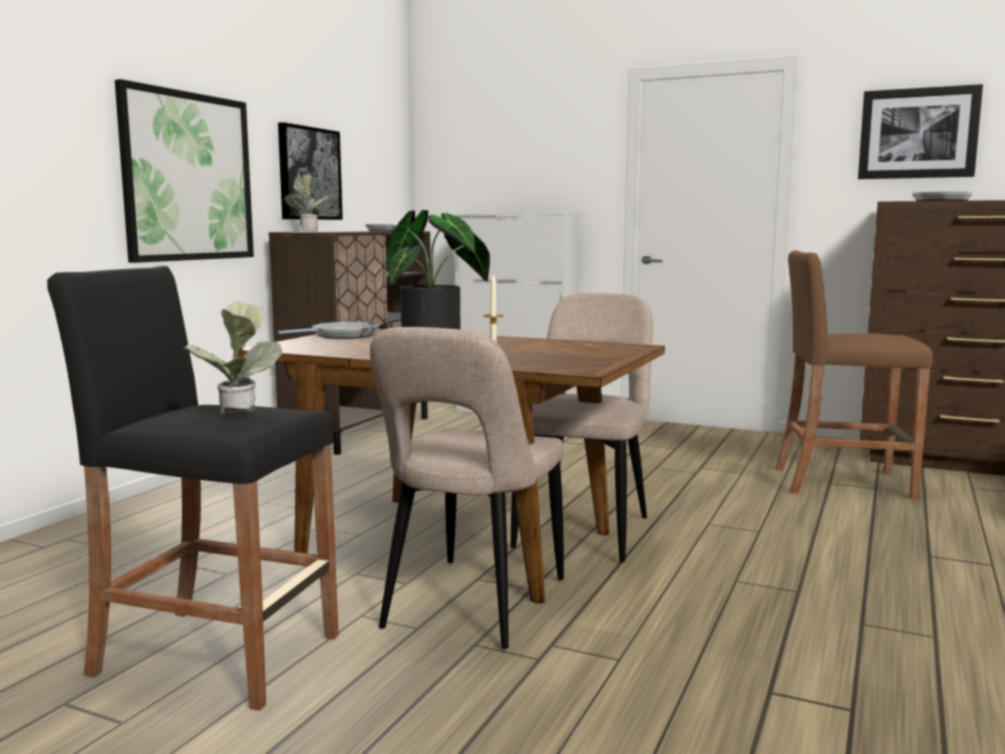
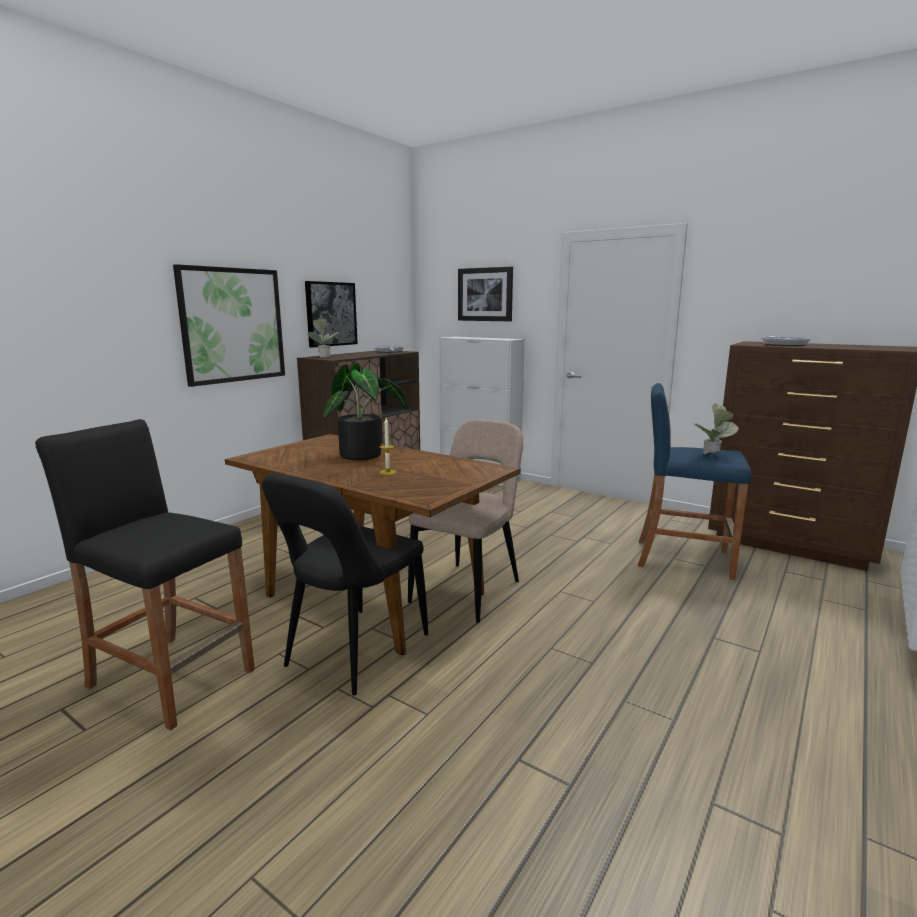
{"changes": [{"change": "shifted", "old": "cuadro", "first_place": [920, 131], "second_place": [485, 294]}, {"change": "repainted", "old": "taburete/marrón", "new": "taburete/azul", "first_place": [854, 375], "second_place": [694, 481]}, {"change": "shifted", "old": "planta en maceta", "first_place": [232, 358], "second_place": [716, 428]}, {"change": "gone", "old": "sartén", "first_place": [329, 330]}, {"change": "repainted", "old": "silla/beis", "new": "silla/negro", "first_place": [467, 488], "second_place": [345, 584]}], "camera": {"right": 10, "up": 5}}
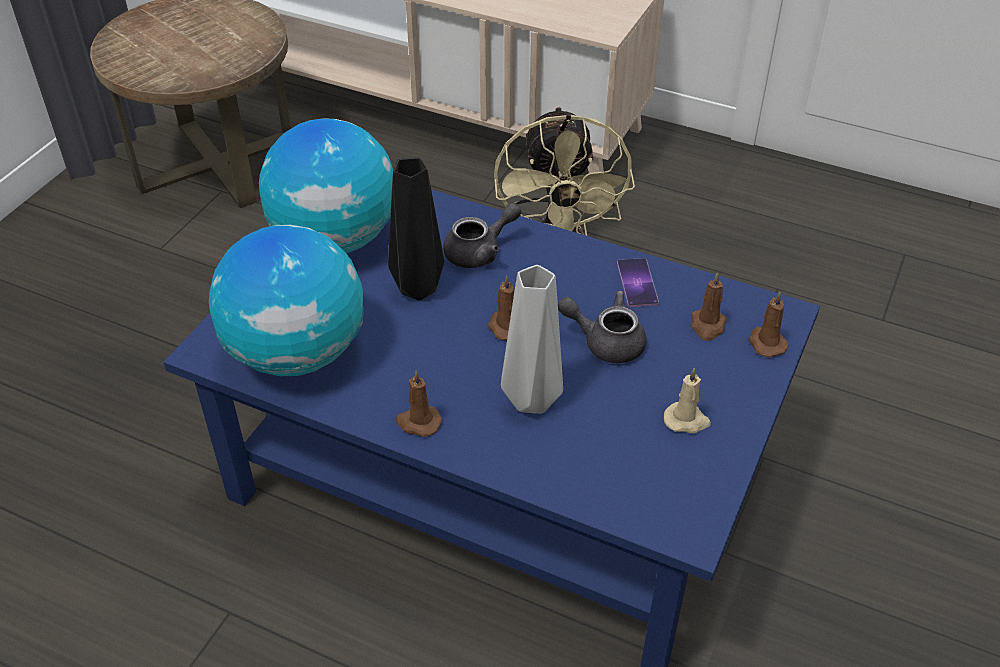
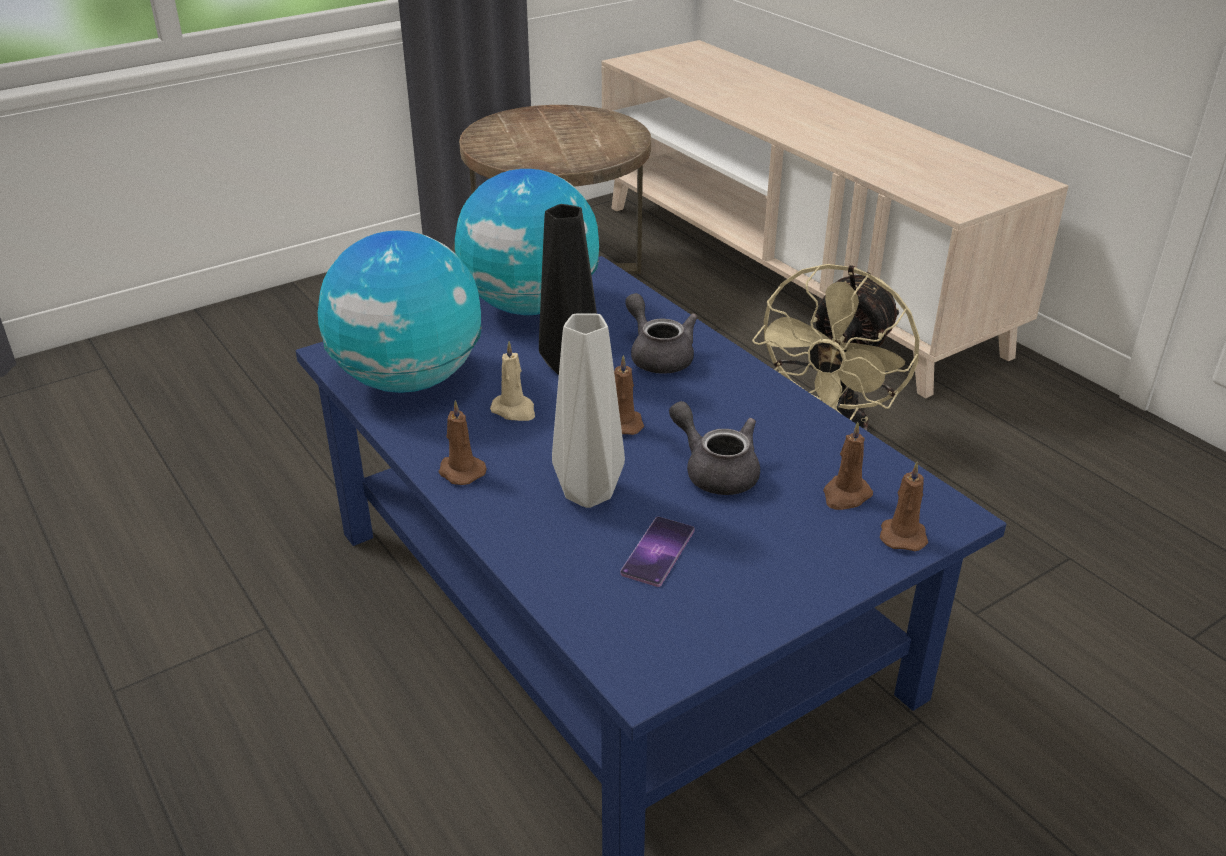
{"changes": [{"change": "rotated", "old": "tetera/gris", "first_place": [482, 235], "second_place": [661, 333], "degrees": -120}, {"change": "shifted", "old": "móvil", "first_place": [638, 282], "second_place": [657, 552]}, {"change": "shifted", "old": "vela/beis", "first_place": [687, 400], "second_place": [512, 381]}], "camera": {"right": 30, "up": -10}}
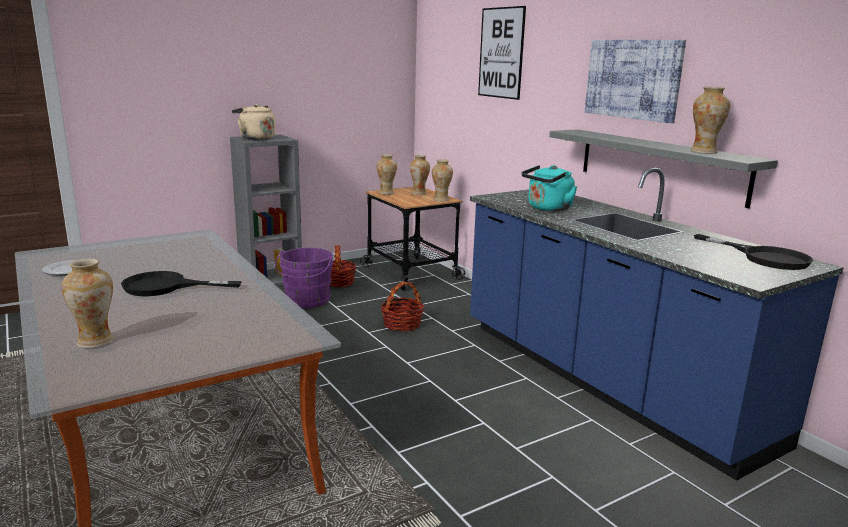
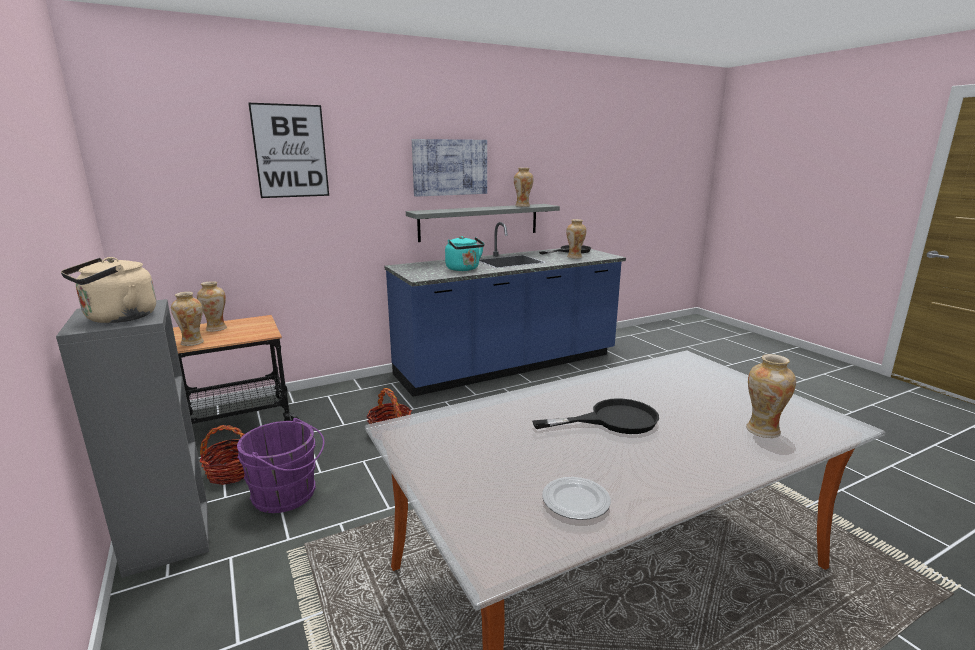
{"changes": [{"change": "shifted", "old": "florero", "first_place": [442, 180], "second_place": [576, 239]}, {"change": "rotated", "old": "sartén/negro", "first_place": [181, 283], "second_place": [595, 416], "degrees": -105}], "camera": {"right": -85, "up": 0}}
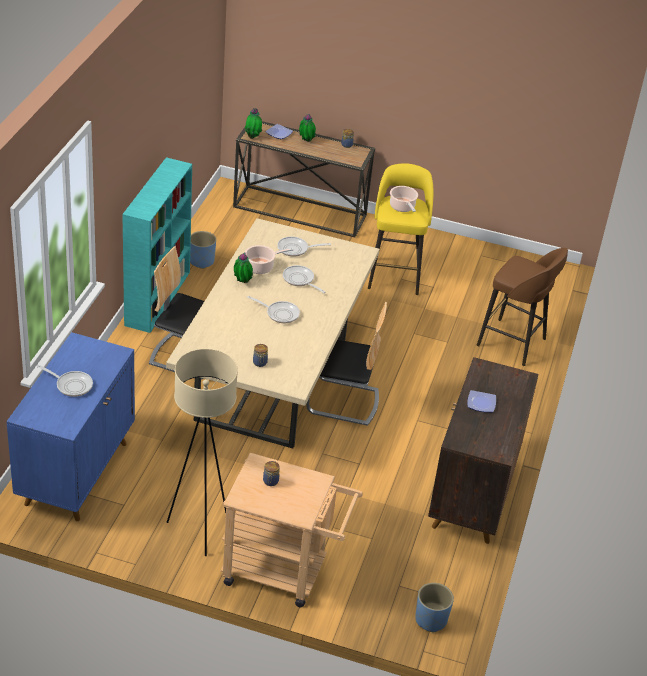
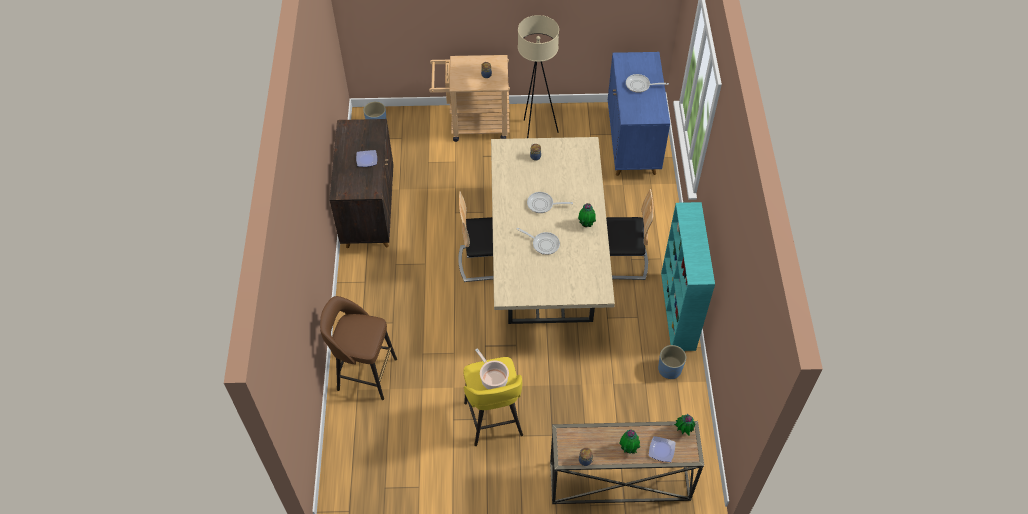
{"changes": [{"change": "gone", "old": "sartén", "first_place": [304, 247]}, {"change": "gone", "old": "olla", "first_place": [269, 259]}], "camera": {"right": 165, "up": 15}}
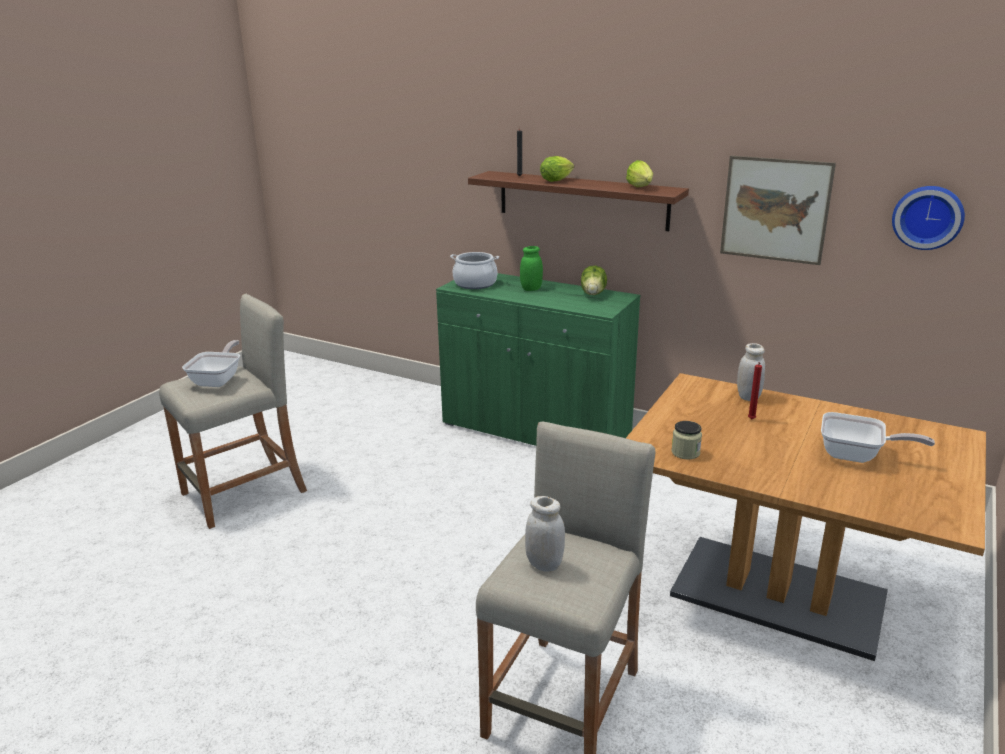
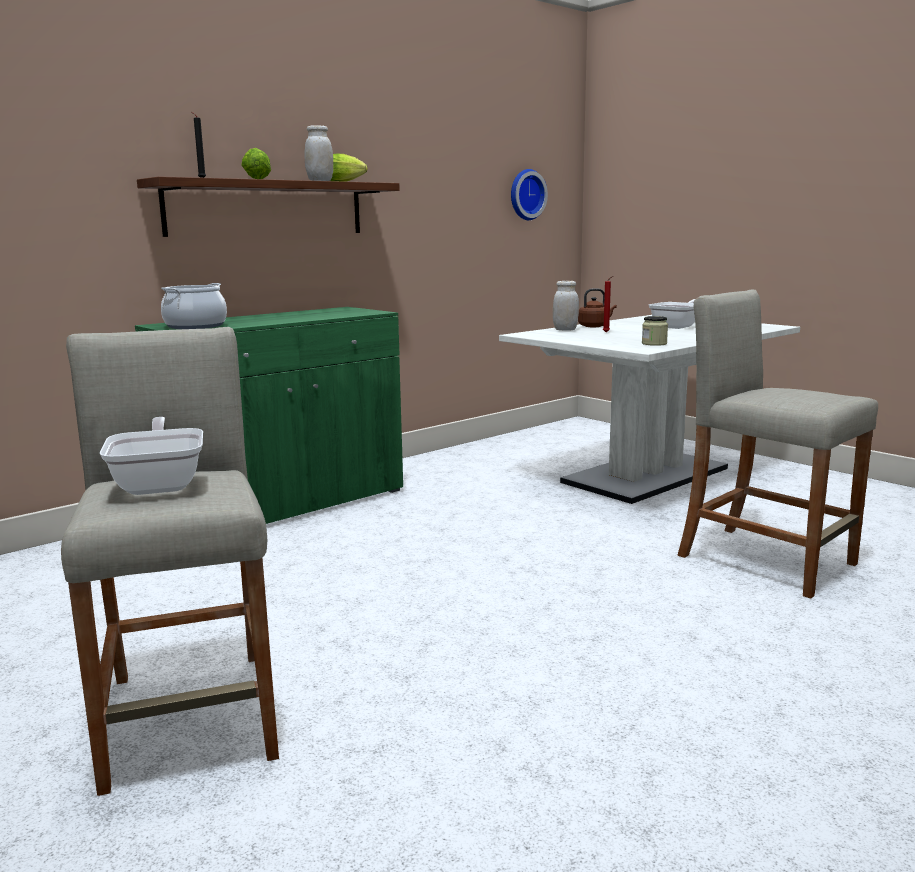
{"changes": [{"change": "gone", "old": "cuadro", "first_place": [778, 210]}, {"change": "gone", "old": "tarro/verde", "first_place": [531, 268]}, {"change": "gone", "old": "lechuga", "first_place": [594, 280]}, {"change": "rotated", "old": "sartén", "first_place": [211, 363], "second_place": [151, 456], "degrees": 45}, {"change": "repainted", "old": "mesa de comedor/marrón", "new": "mesa de comedor/blanco", "first_place": [806, 517], "second_place": [649, 409]}, {"change": "shifted", "old": "tarro/blanco", "first_place": [545, 534], "second_place": [319, 153]}, {"change": "new", "new": "hervidor/marrón", "second_place": [597, 307]}], "camera": {"right": -70, "up": -10}}
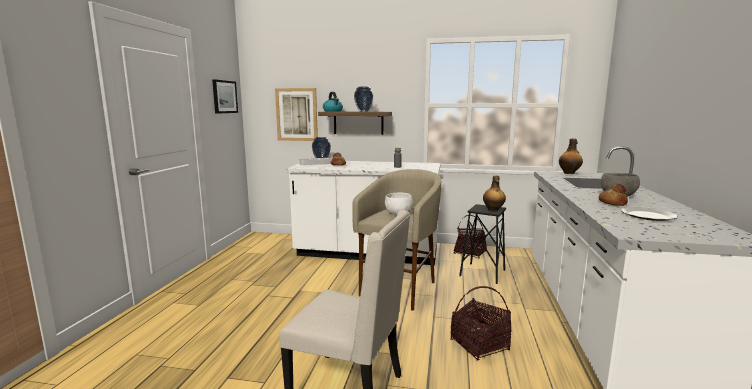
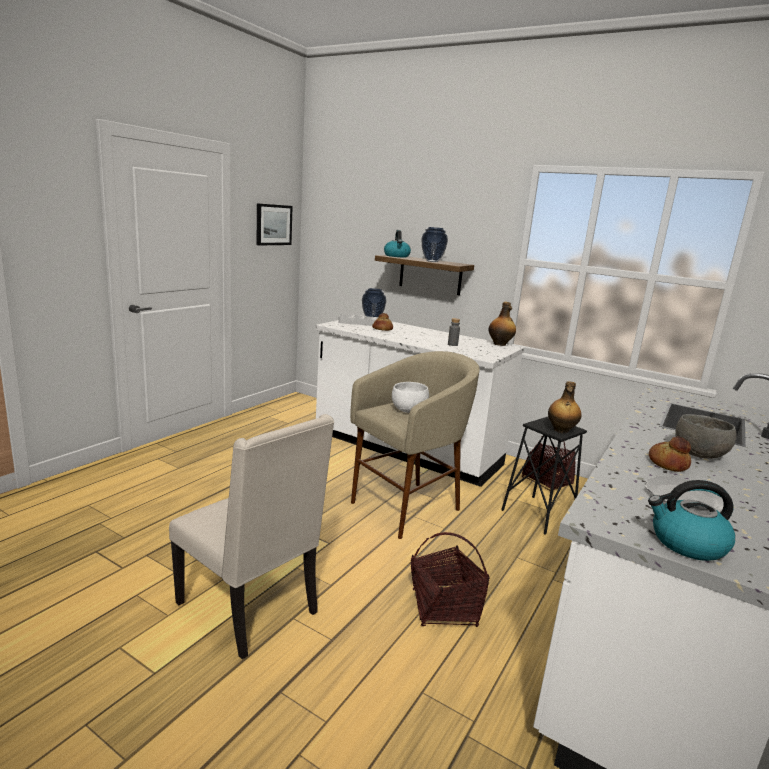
{"changes": [{"change": "gone", "old": "cuadro", "first_place": [296, 114]}, {"change": "shifted", "old": "botella", "first_place": [571, 156], "second_place": [502, 324]}, {"change": "new", "new": "hervidor", "second_place": [691, 520]}], "camera": {"right": 20, "up": 5}}
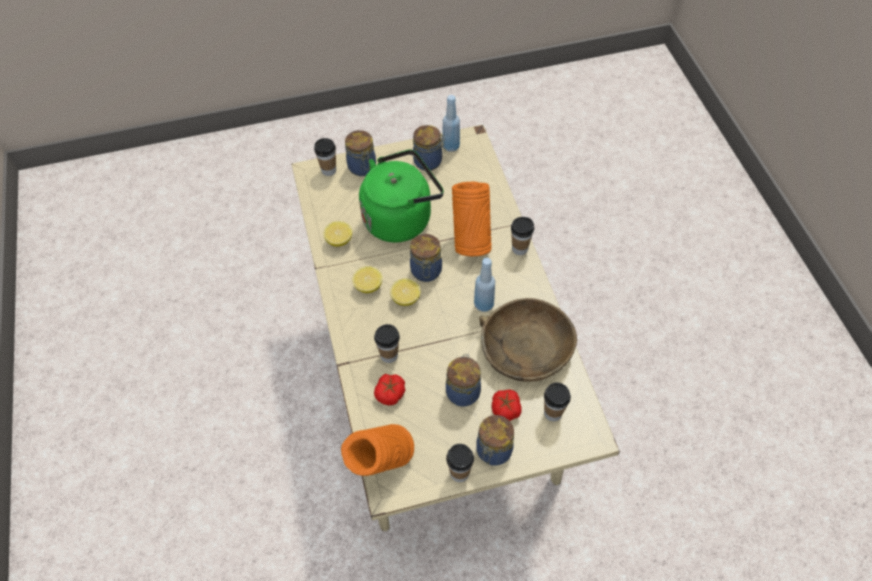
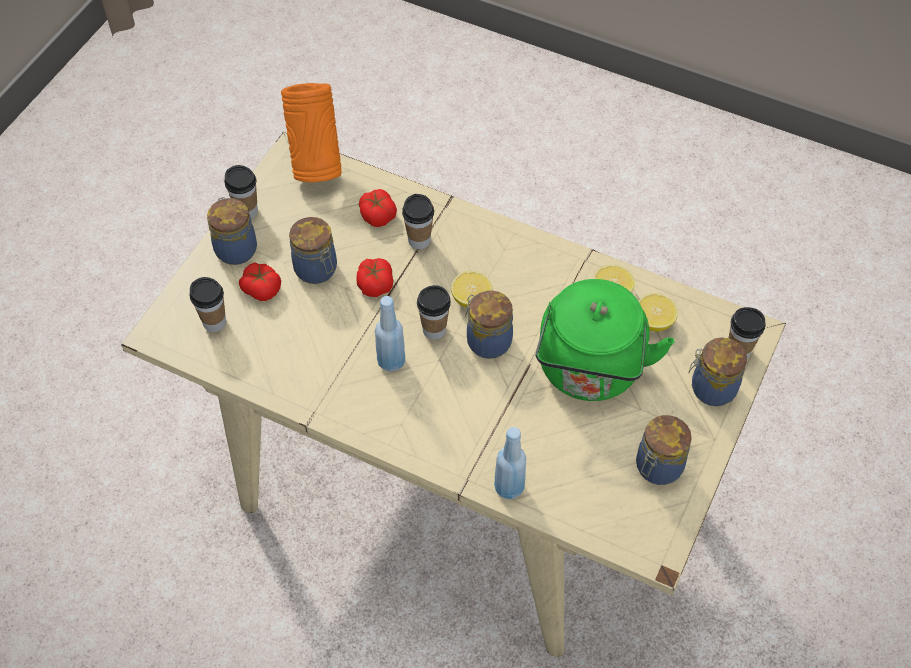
{"changes": [{"change": "shifted", "old": "botella/azul", "first_place": [451, 123], "second_place": [510, 463]}, {"change": "gone", "old": "florero/naranja", "first_place": [472, 219]}, {"change": "shifted", "old": "taza", "first_place": [522, 236], "second_place": [434, 312]}, {"change": "shifted", "old": "limón", "first_place": [367, 279], "second_place": [658, 312]}, {"change": "gone", "old": "cuenco/marrón", "first_place": [528, 340]}, {"change": "new", "new": "tomate", "second_place": [374, 277]}], "camera": {"right": 130, "up": 0}}
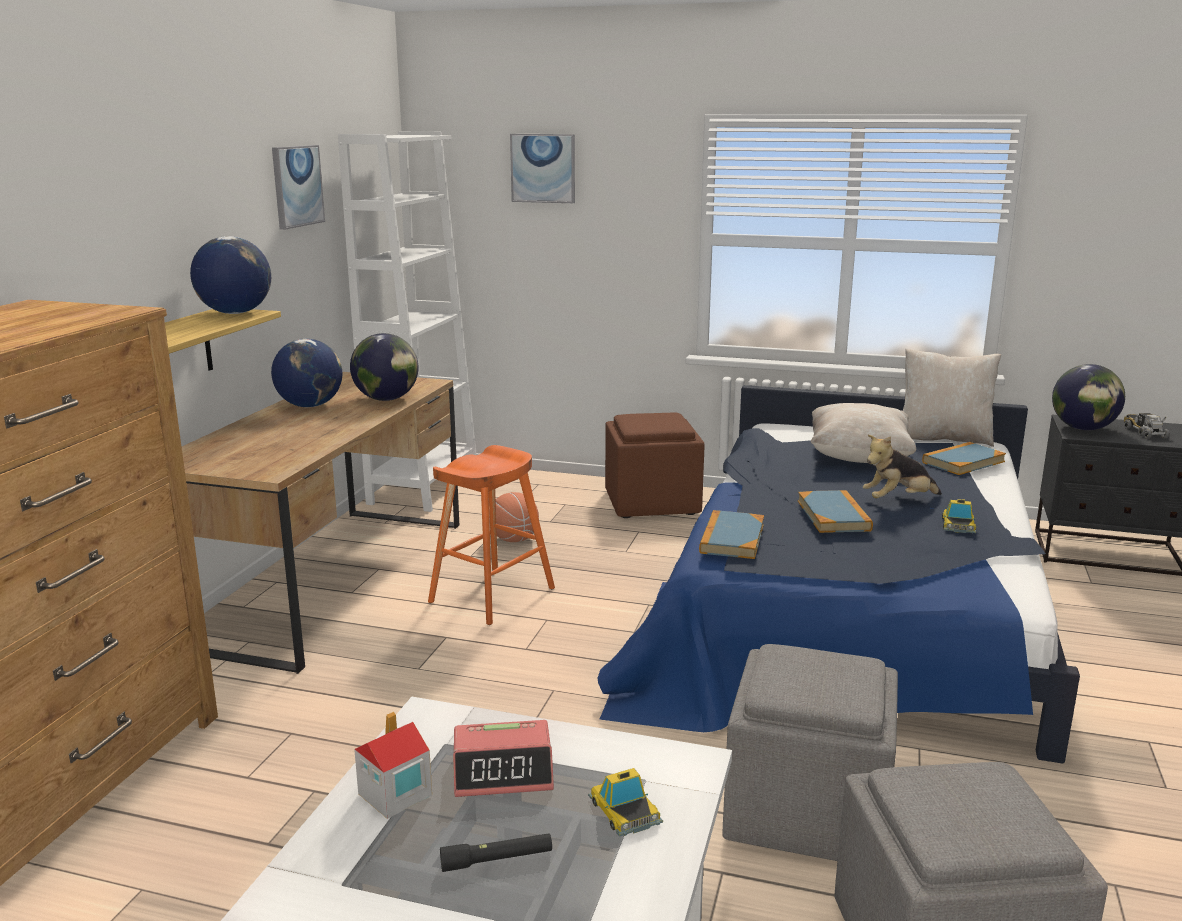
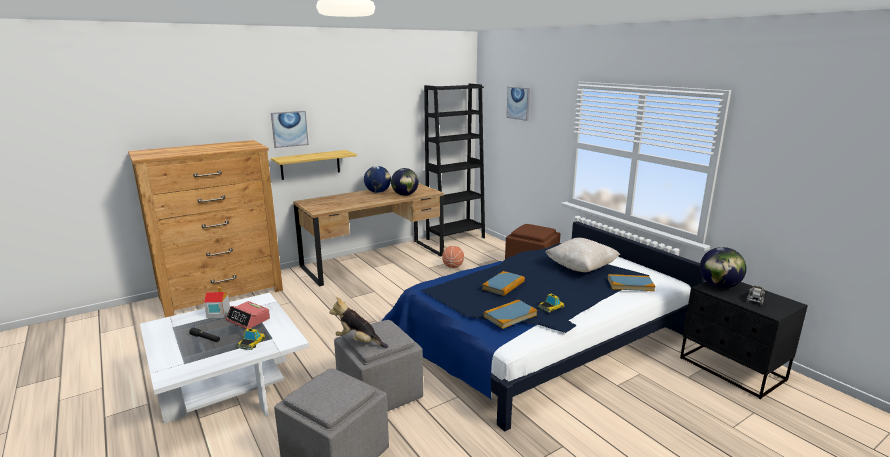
{"changes": [{"change": "repainted", "old": "estantería/blanco", "new": "estantería/negro", "first_place": [407, 321], "second_place": [454, 162]}, {"change": "shifted", "old": "cuadro", "first_place": [298, 187], "second_place": [290, 129]}, {"change": "gone", "old": "globo terráqueo", "first_place": [230, 275]}, {"change": "gone", "old": "cojín/beis", "first_place": [952, 398]}, {"change": "shifted", "old": "peluche", "first_place": [902, 466], "second_place": [358, 322]}, {"change": "gone", "old": "taburete/naranja", "first_place": [491, 535]}, {"change": "shifted", "old": "libro", "first_place": [731, 534], "second_place": [510, 314]}], "camera": {"right": 40, "up": 0}}
